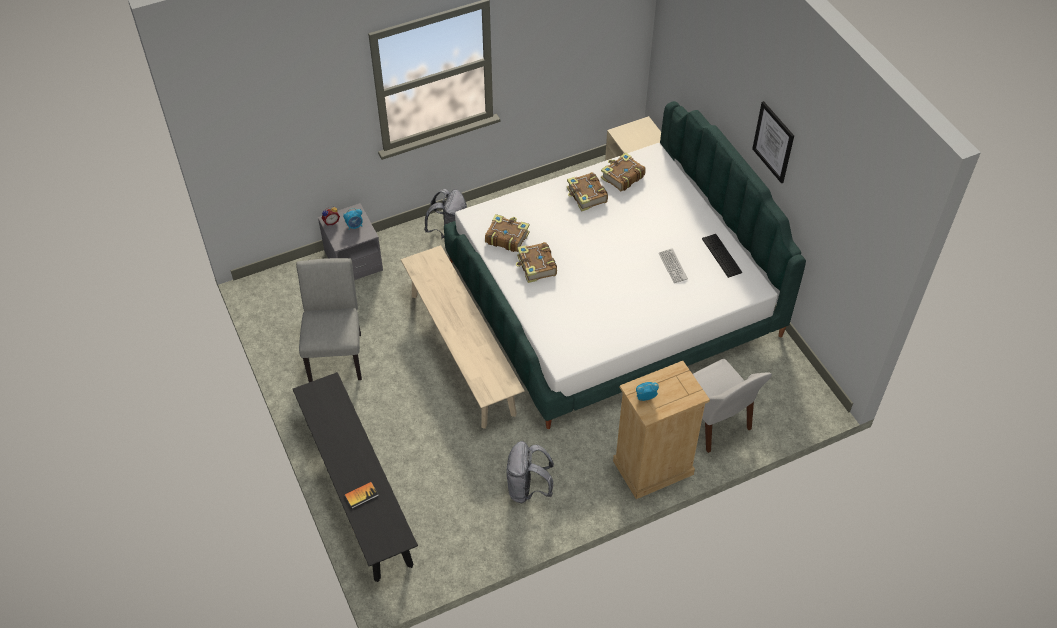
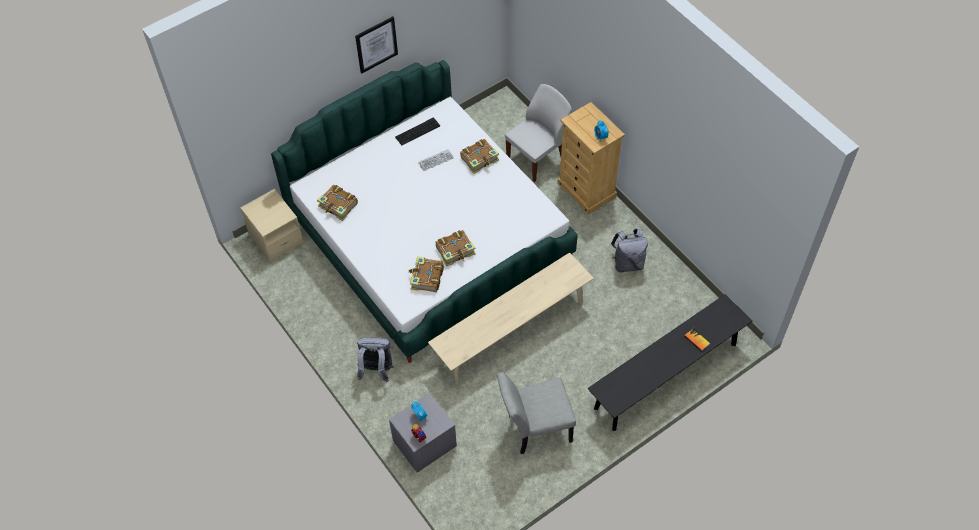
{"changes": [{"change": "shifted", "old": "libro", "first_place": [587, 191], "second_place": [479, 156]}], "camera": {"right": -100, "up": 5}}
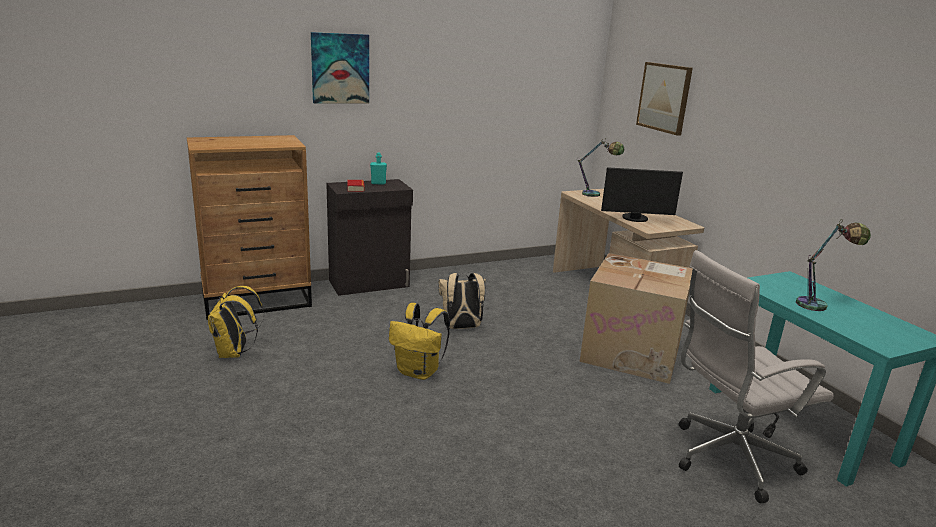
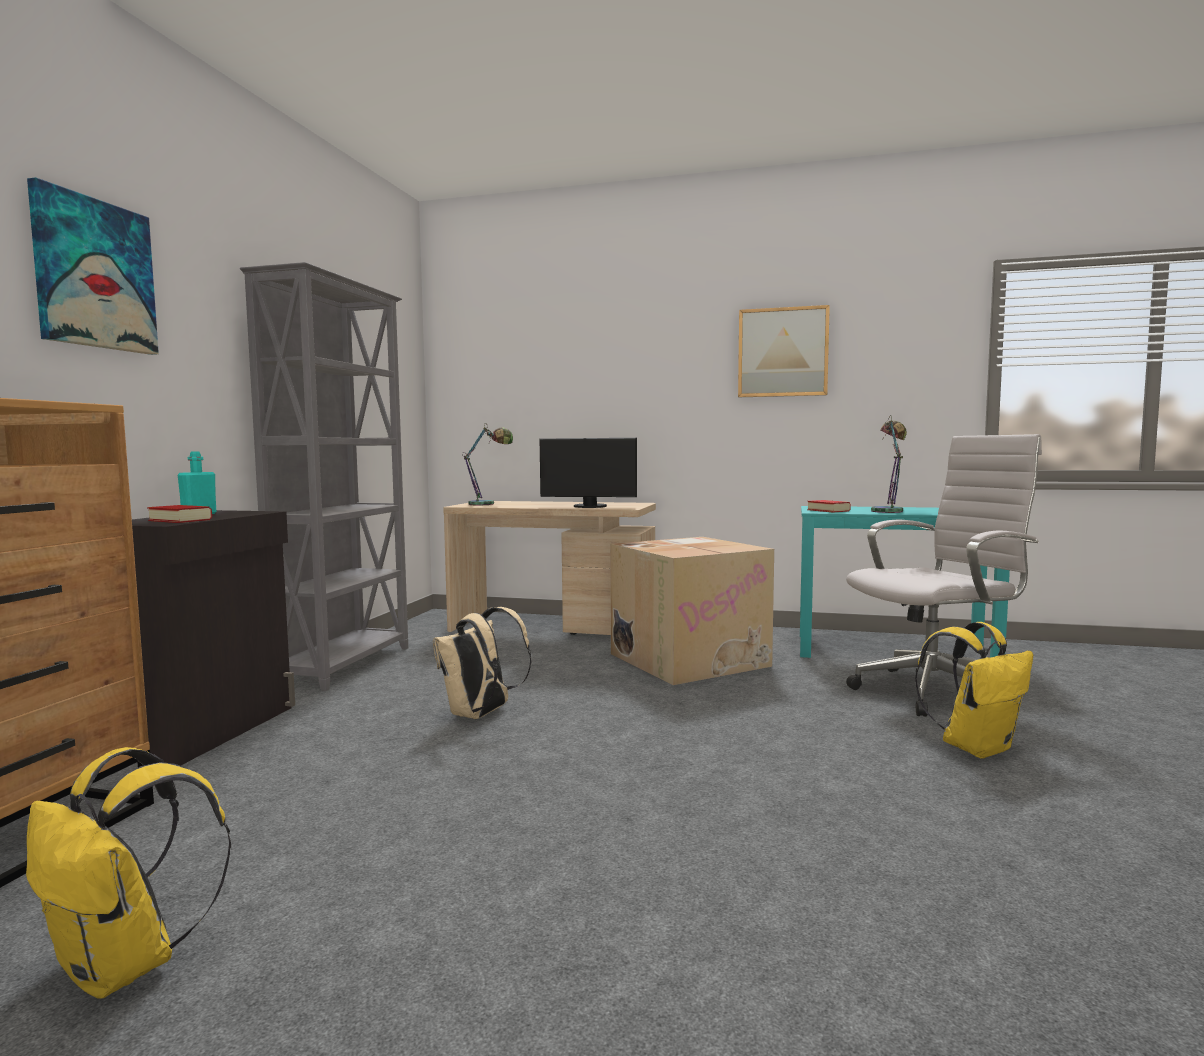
{"changes": [{"change": "shifted", "old": "cuadro", "first_place": [664, 99], "second_place": [784, 351]}, {"change": "rotated", "old": "monitor", "first_place": [642, 194], "second_place": [588, 473], "degrees": 60}, {"change": "rotated", "old": "silla de oficina/blanco", "first_place": [756, 376], "second_place": [944, 575], "degrees": -135}, {"change": "shifted", "old": "mochila/amarillo", "first_place": [419, 341], "second_place": [974, 690]}, {"change": "new", "new": "estantería/gris", "second_place": [324, 476]}, {"change": "new", "new": "libro", "second_place": [829, 506]}], "camera": {"right": -50, "up": -15}}
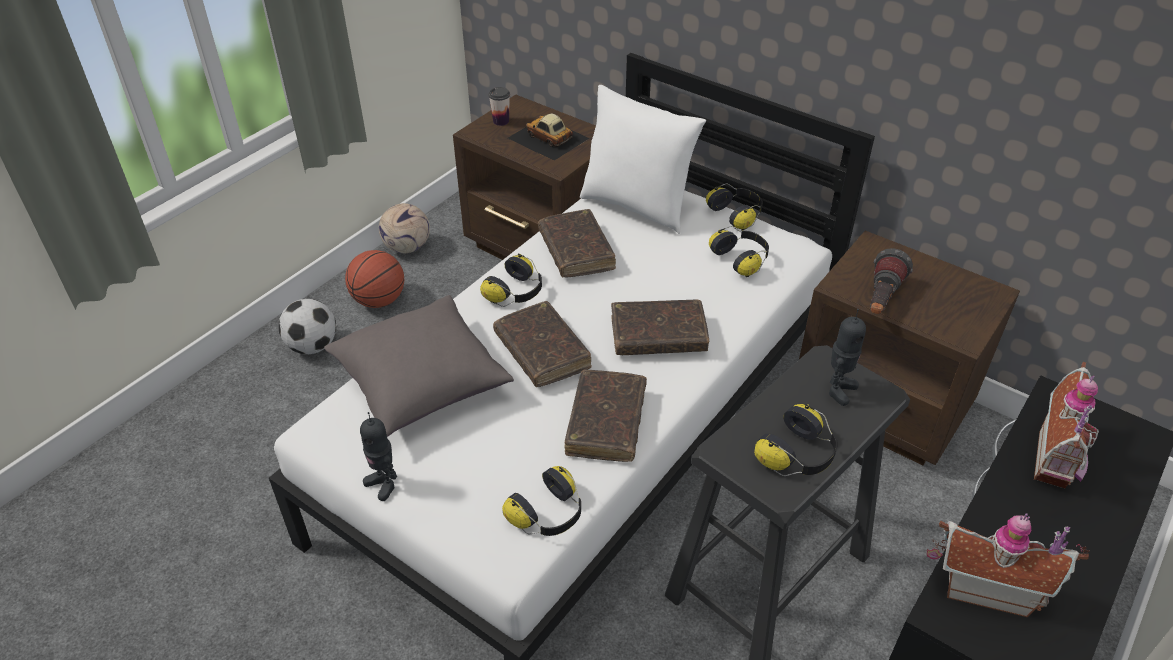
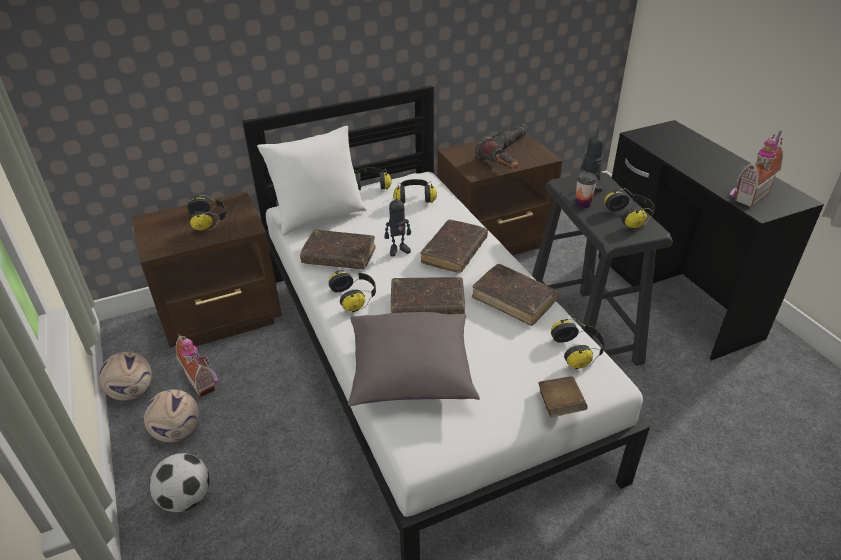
{"changes": [{"change": "shifted", "old": "taza", "first_place": [499, 106], "second_place": [586, 190]}, {"change": "swapped", "old": "coche de juguete", "new": "auriculares", "first_place": [548, 137], "second_place": [207, 213]}, {"change": "swapped", "old": "balón de baloncesto", "new": "balón de fútbol", "first_place": [374, 279], "second_place": [171, 415]}, {"change": "shifted", "old": "casita", "first_place": [1066, 425], "second_place": [197, 365]}, {"change": "shifted", "old": "robot de juguete", "first_place": [378, 456], "second_place": [398, 225]}, {"change": "new", "new": "linterna", "second_place": [510, 137]}, {"change": "new", "new": "libro/marrón", "second_place": [563, 396]}], "camera": {"right": -60, "up": -5}}
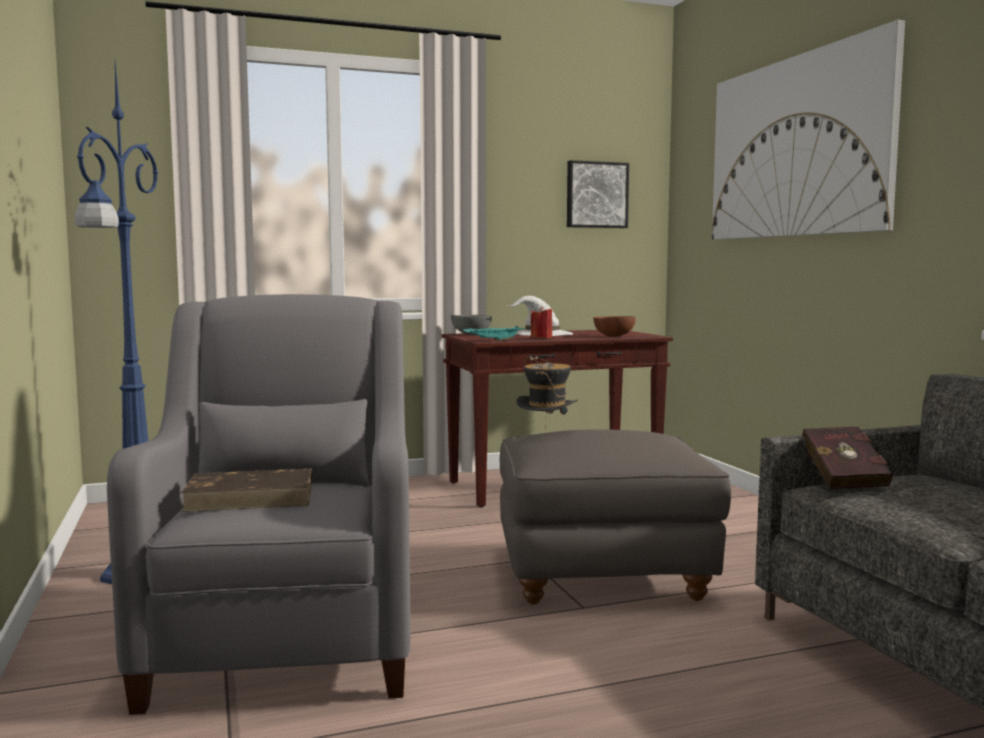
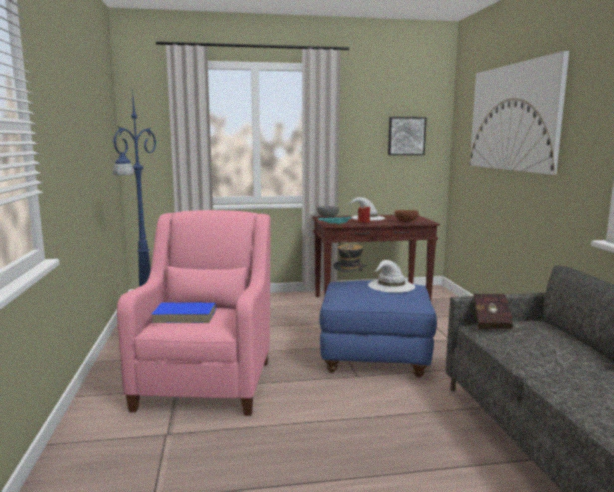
{"changes": [{"change": "repainted", "old": "sillón/gris", "new": "sillón/rosa", "first_place": [259, 504], "second_place": [194, 313]}, {"change": "repainted", "old": "puf/gris", "new": "puf/azul", "first_place": [615, 517], "second_place": [378, 329]}, {"change": "repainted", "old": "libro/marrón", "new": "libro/azul", "first_place": [246, 490], "second_place": [183, 313]}, {"change": "new", "new": "sombrero/blanco", "second_place": [391, 276]}], "camera": {"right": 10, "up": 5}}
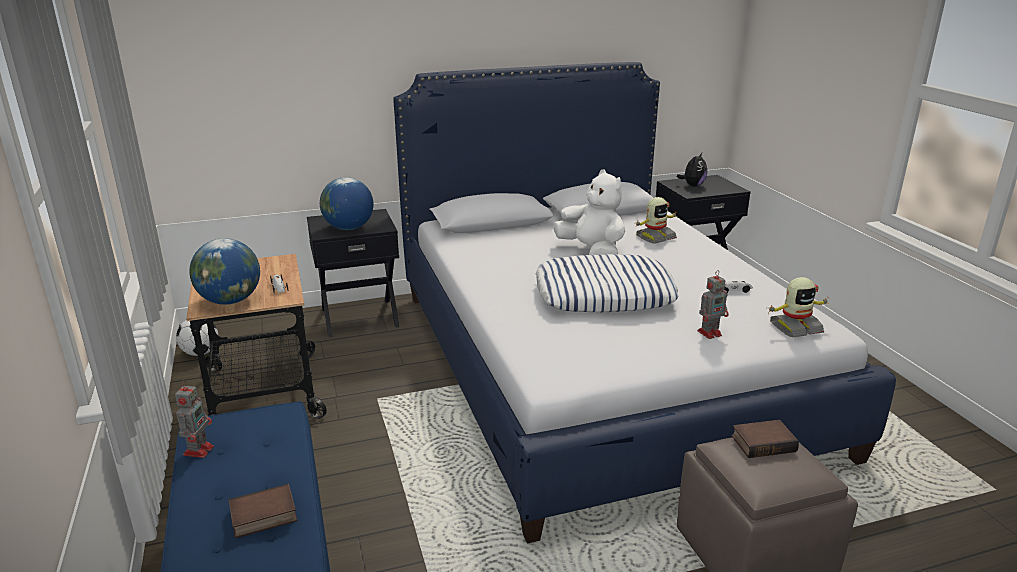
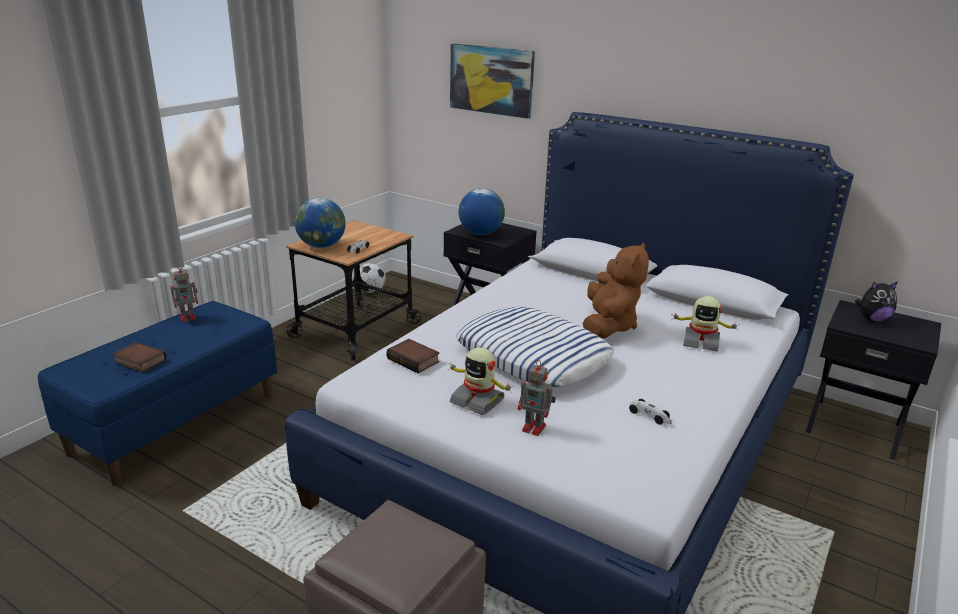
{"changes": [{"change": "repainted", "old": "peluche/blanco", "new": "peluche/marrón", "first_place": [589, 212], "second_place": [616, 290]}, {"change": "shifted", "old": "robot de juguete", "first_place": [798, 307], "second_place": [480, 381]}, {"change": "shifted", "old": "libro", "first_place": [765, 439], "second_place": [413, 356]}, {"change": "new", "new": "cuadro", "second_place": [492, 81]}], "camera": {"right": 50, "up": 0}}
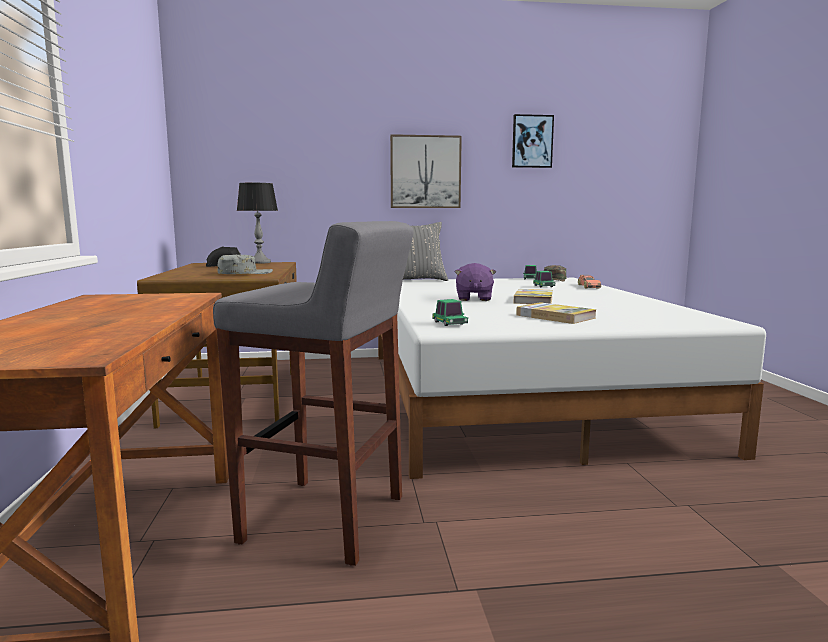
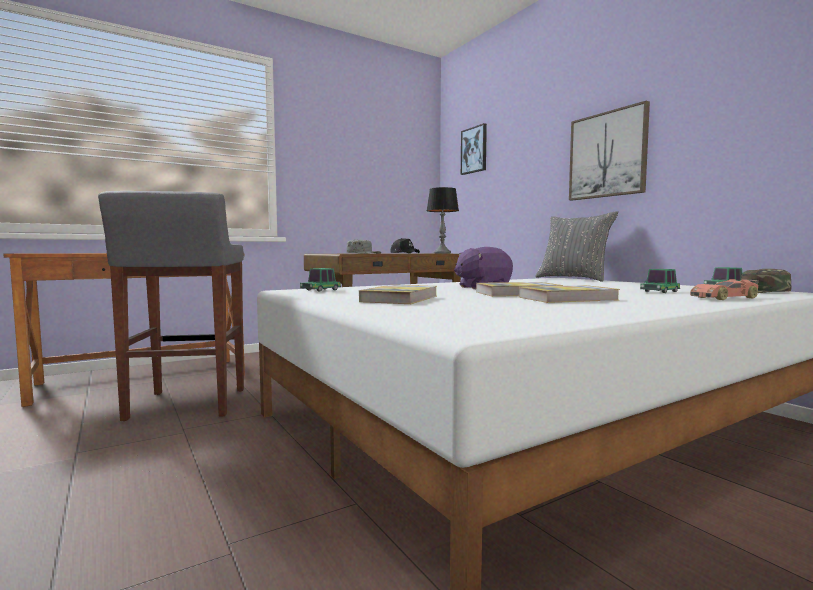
{"changes": [{"change": "shifted", "old": "cuadro", "first_place": [533, 141], "second_place": [474, 149]}, {"change": "new", "new": "libro", "second_place": [569, 294]}], "camera": {"right": 65, "up": -5}}
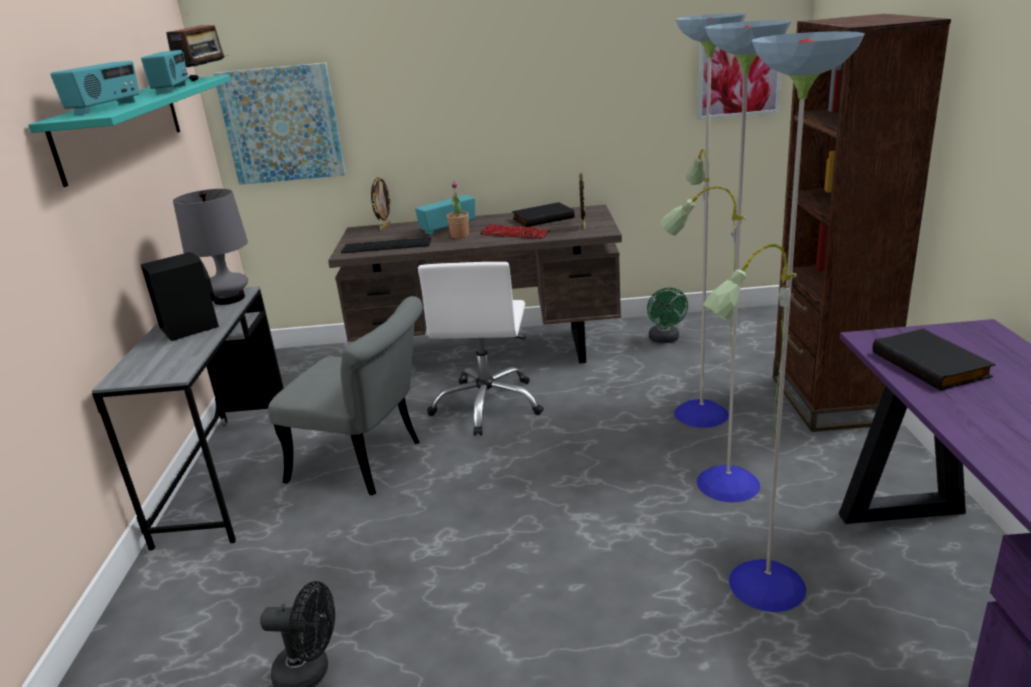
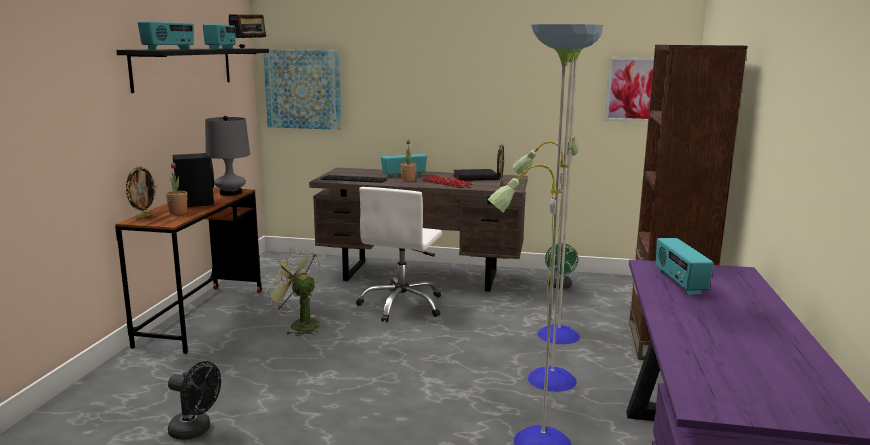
{"changes": [{"change": "repainted", "old": "estante/turquesa", "new": "estante/negro", "first_place": [129, 131], "second_place": [192, 70]}, {"change": "shifted", "old": "portarretratos", "first_place": [381, 203], "second_place": [141, 192]}, {"change": "repainted", "old": "escritorio/gris", "new": "escritorio/marrón", "first_place": [188, 418], "second_place": [188, 270]}, {"change": "swapped", "old": "silla/gris", "new": "ventilador/verde", "first_place": [345, 396], "second_place": [292, 292]}, {"change": "swapped", "old": "libro/negro", "new": "radio", "first_place": [933, 360], "second_place": [685, 266]}, {"change": "new", "new": "planta en maceta", "second_place": [176, 188]}], "camera": {"right": 10, "up": -10}}
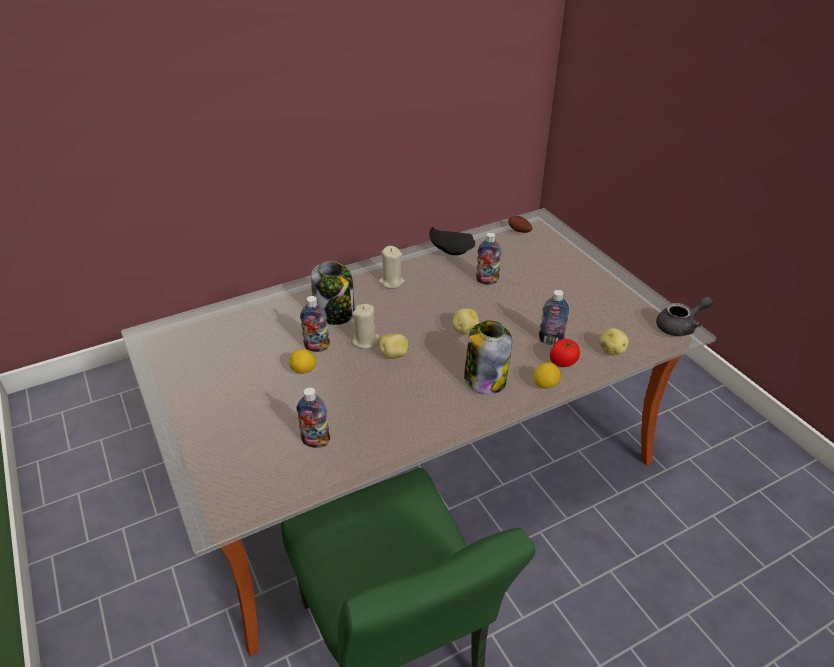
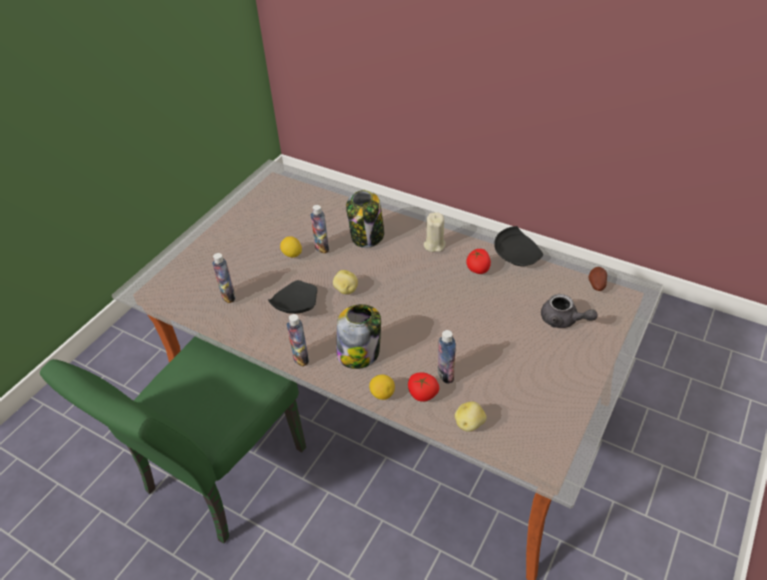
{"changes": [{"change": "shifted", "old": "botella", "first_place": [488, 258], "second_place": [298, 340]}, {"change": "shifted", "old": "tetera/gris", "first_place": [684, 316], "second_place": [569, 311]}, {"change": "gone", "old": "vela/beis", "first_place": [366, 326]}, {"change": "gone", "old": "patata", "first_place": [466, 321]}, {"change": "new", "new": "tomate", "second_place": [478, 261]}, {"change": "new", "new": "plato/negro", "second_place": [292, 297]}], "camera": {"right": 60, "up": 5}}
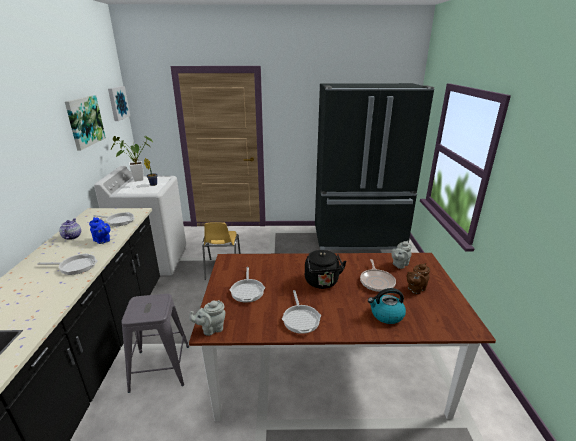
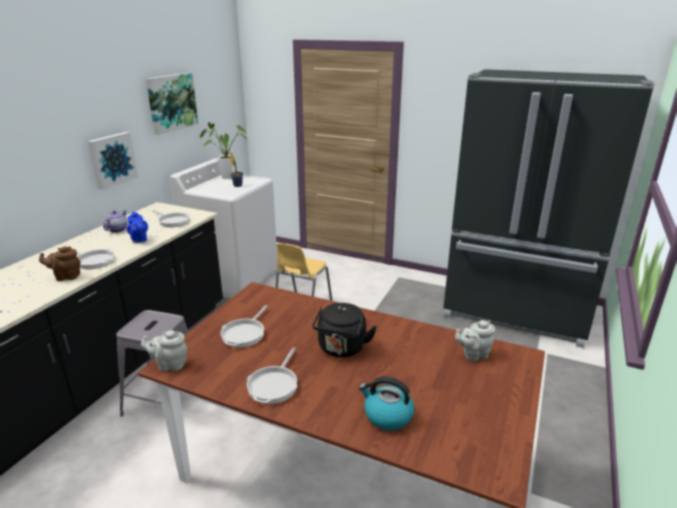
{"changes": [{"change": "shifted", "old": "cuadro", "first_place": [119, 103], "second_place": [113, 161]}, {"change": "gone", "old": "sartén", "first_place": [378, 275]}, {"change": "shifted", "old": "tetera/marrón", "first_place": [418, 278], "second_place": [60, 263]}], "camera": {"right": 25, "up": 0}}
